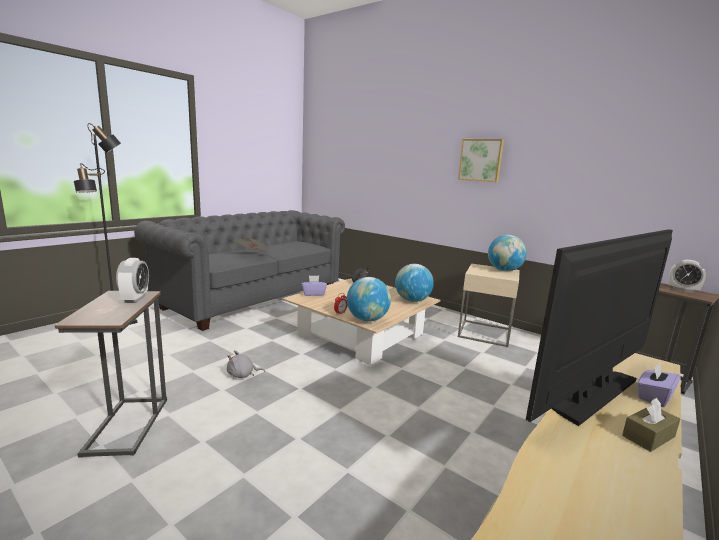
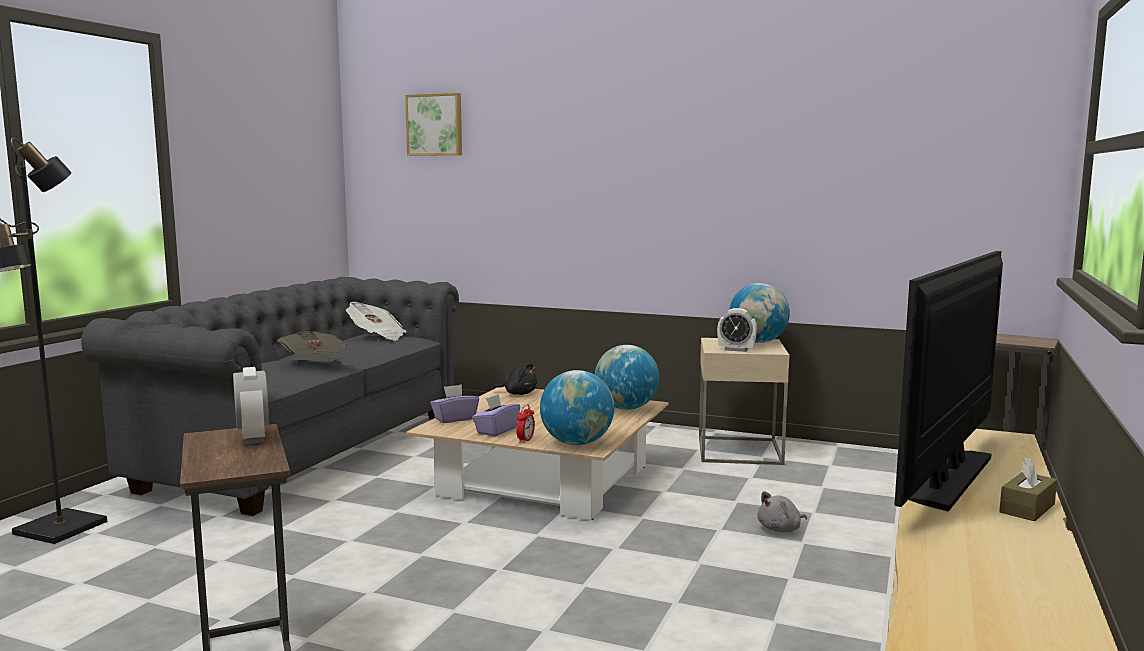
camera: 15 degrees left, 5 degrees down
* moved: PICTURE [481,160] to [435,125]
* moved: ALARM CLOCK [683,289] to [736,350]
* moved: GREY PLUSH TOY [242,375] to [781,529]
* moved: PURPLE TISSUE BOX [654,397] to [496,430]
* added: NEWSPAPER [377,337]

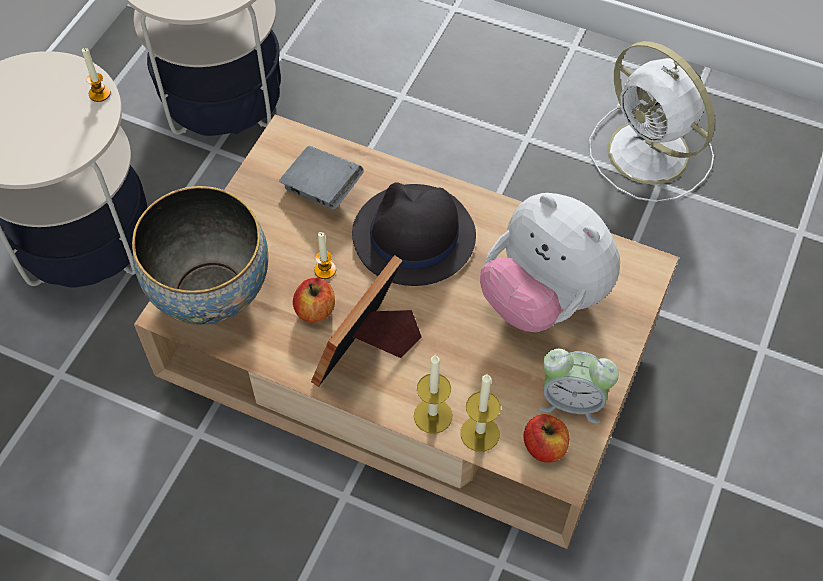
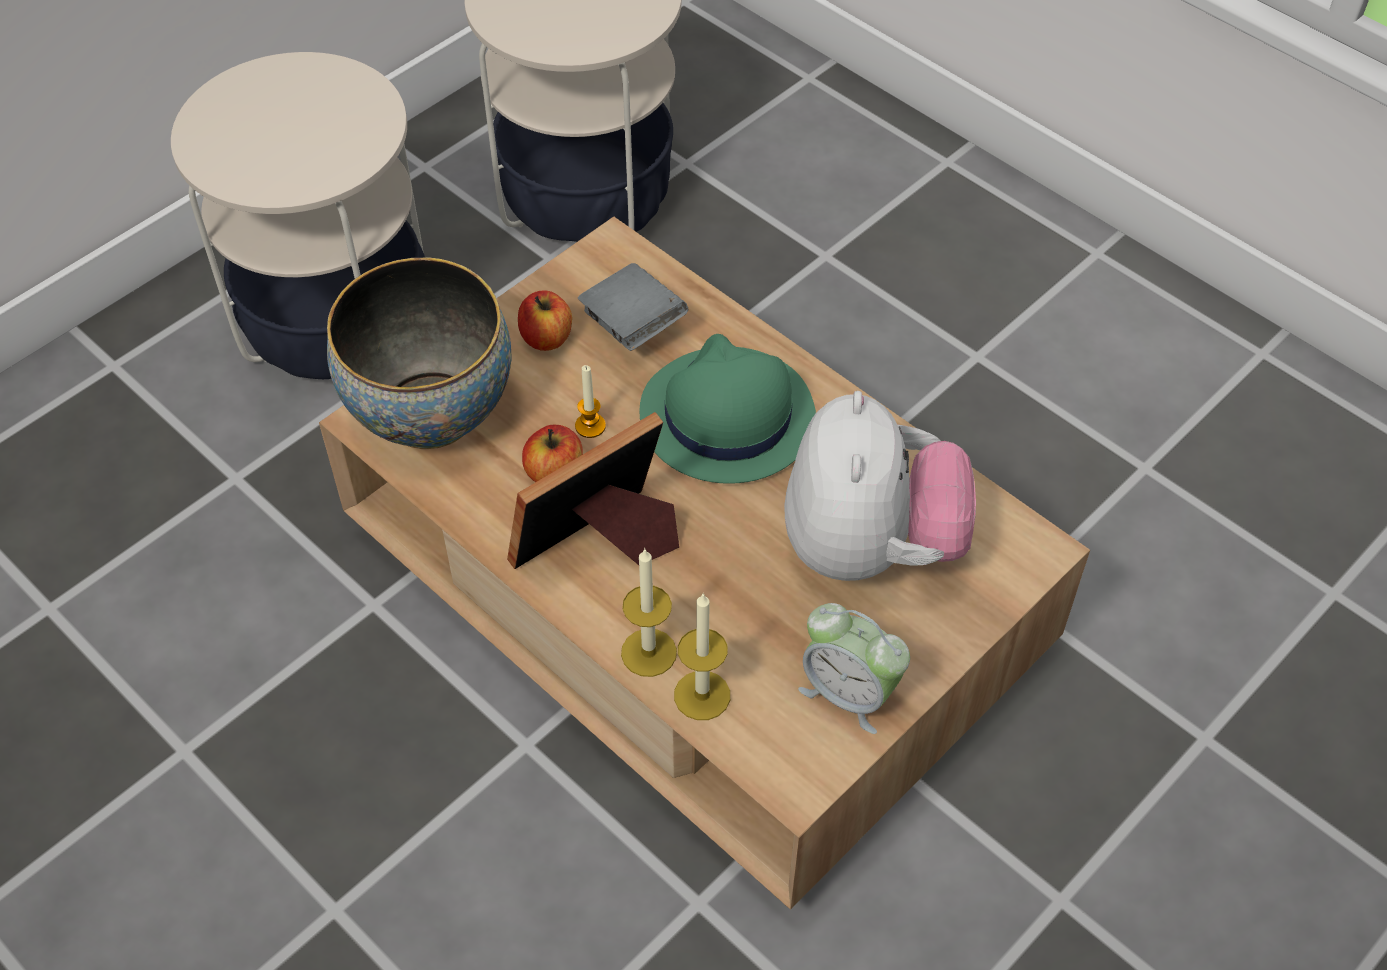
camera: 20 degrees right, 5 degrees down
* removed: WHITE FAN [651,154]
* removed: CANDLE [99,93]
* recoloured: BLACK HAT [413,236] to GREEN HAT [726,417]
* turned: PLUSH TOY [543,298] = [869,547] 150 degrees counterclockwise
* moved: APPLE [544,447] to [546,338]

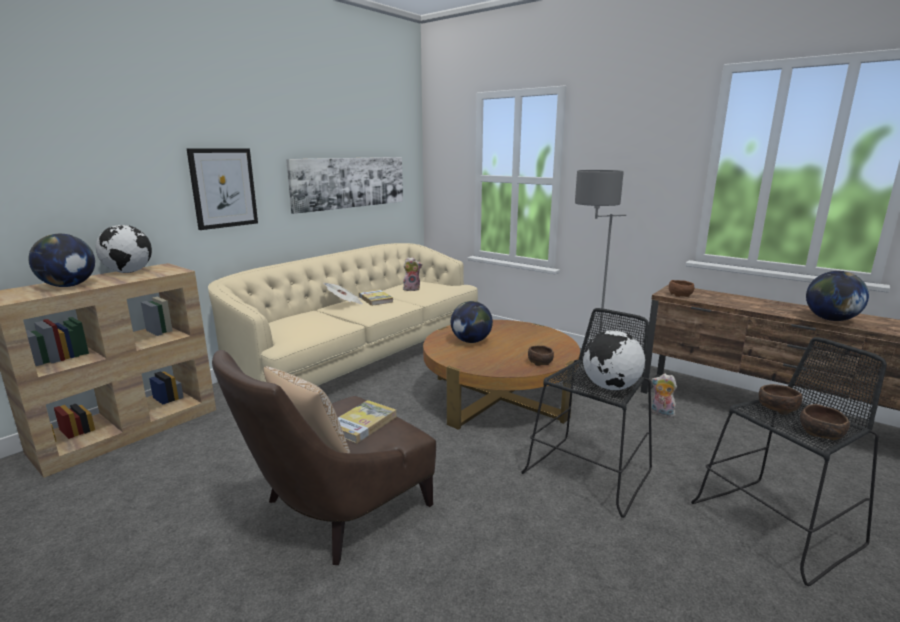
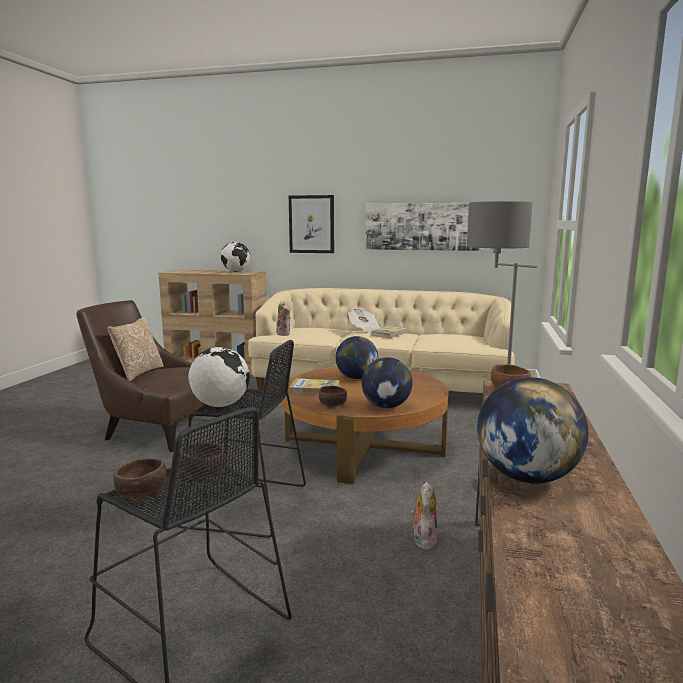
camera: 65 degrees right, 5 degrees down
* moved: GLOBE [69,286] to [386,406]
* moved: PLUSH TOY [412,289] to [284,334]
* moved: BOOK [362,424] to [315,389]

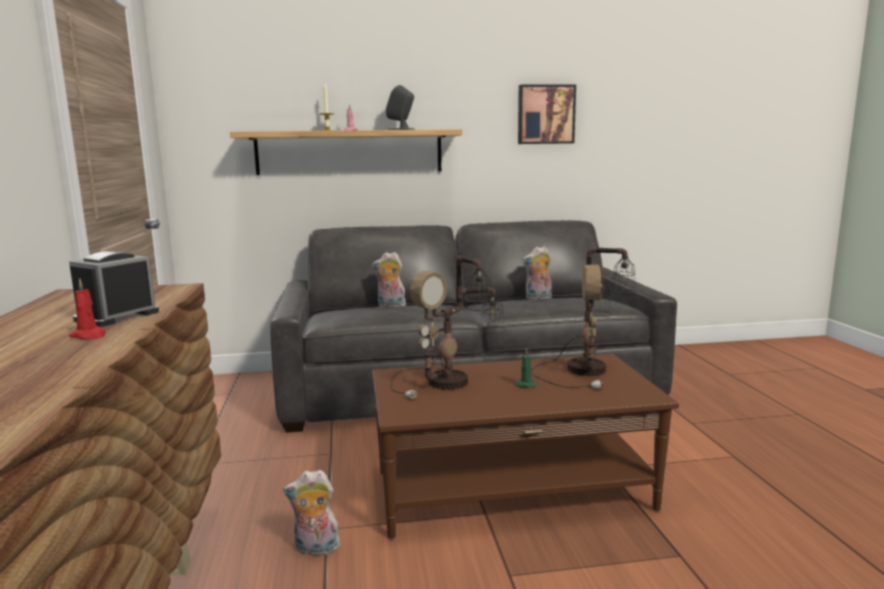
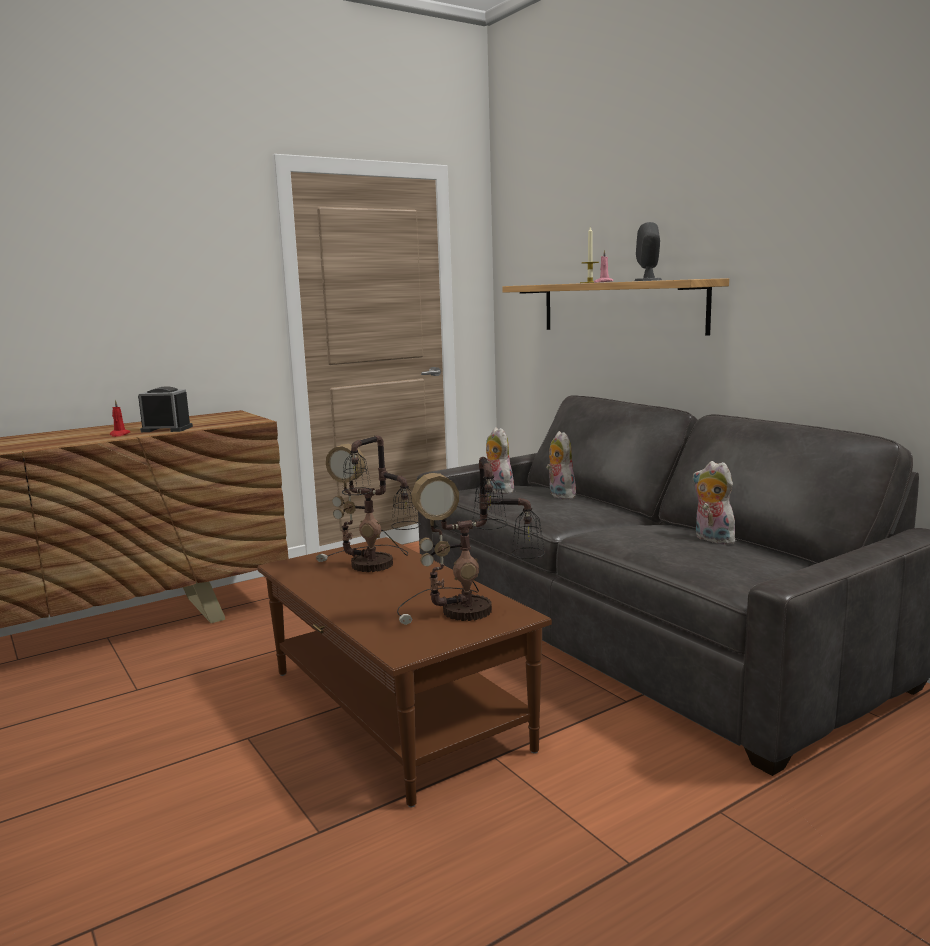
camera: 65 degrees right, 0 degrees up
* removed: PICTURE [545,114]
* removed: GREEN CANDLE [524,385]
* moved: PLUSH TOY [315,549] to [497,490]

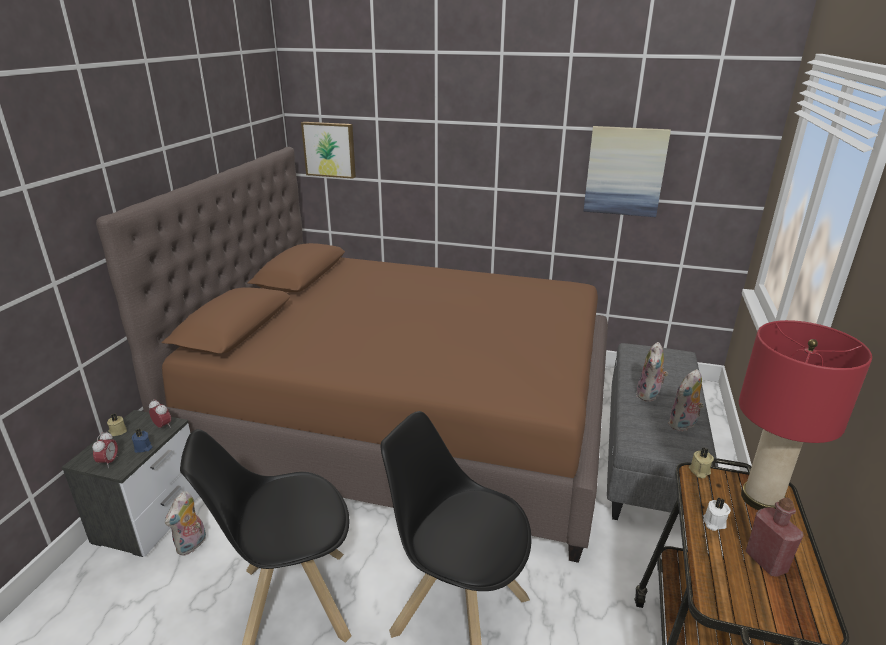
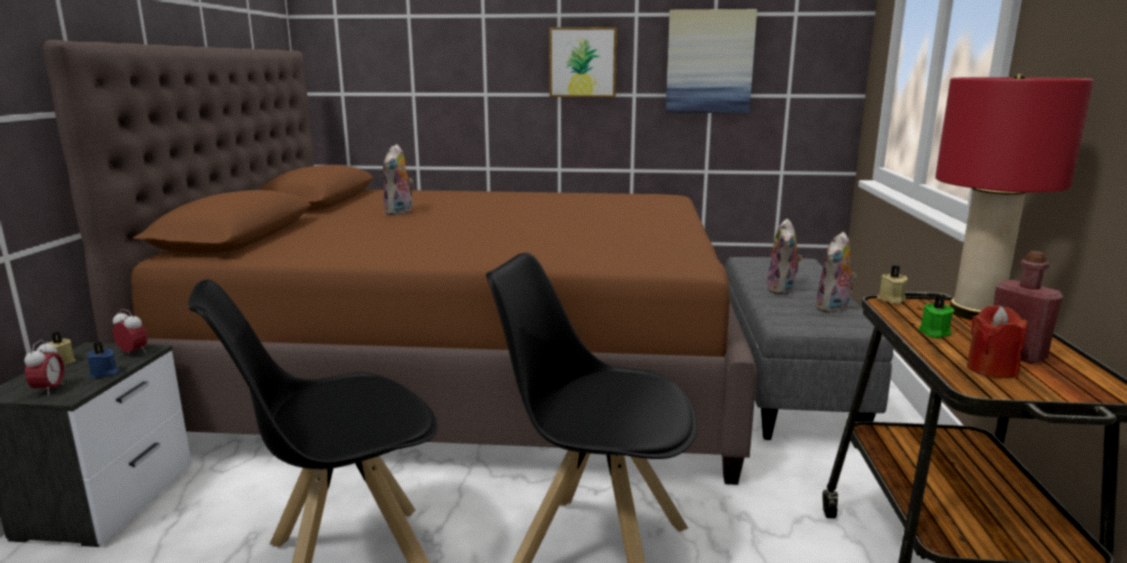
camera: 10 degrees left, 10 degrees down
* moved: PICTURE [330,149] to [583,62]
* moved: PLUSH TOY [192,545] to [399,212]
* recoloured: WHITE CANDLE [713,522] to GREEN CANDLE [933,333]
* added: RED CANDLE [991,369]

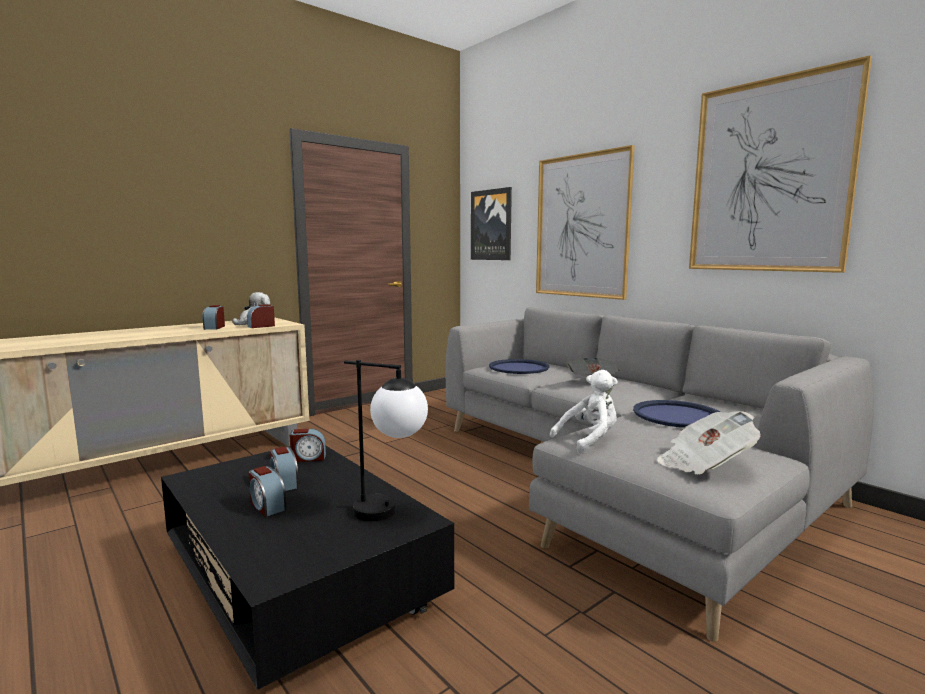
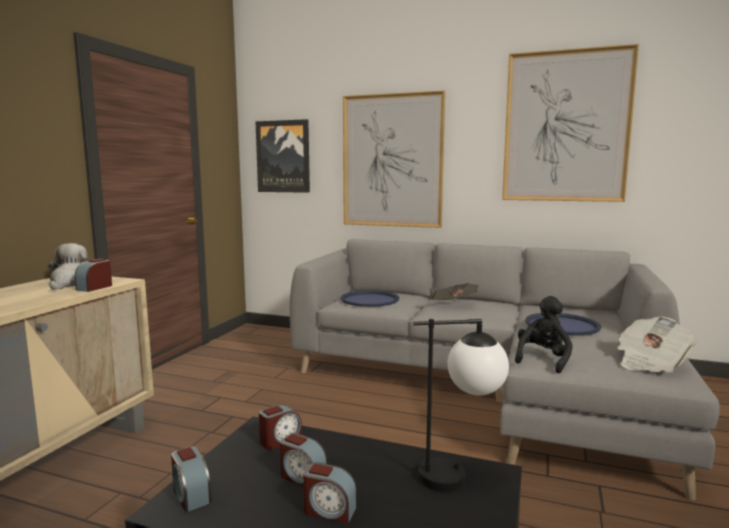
camera: 30 degrees left, 0 degrees up
* moved: ALARM CLOCK [214,327] to [191,495]
* recoloured: WHITE PLUSH TOY [589,440] to BLACK PLUSH TOY [543,360]

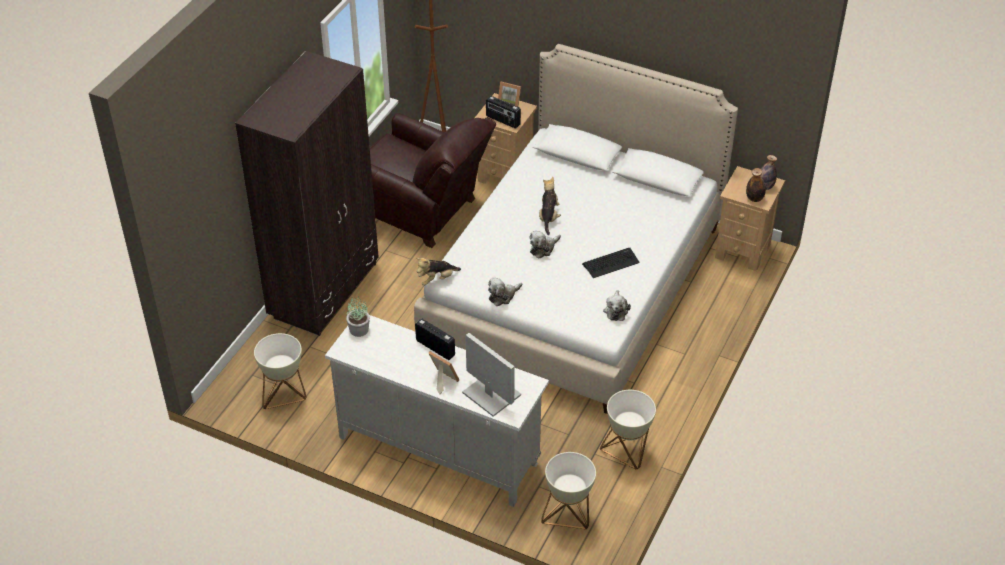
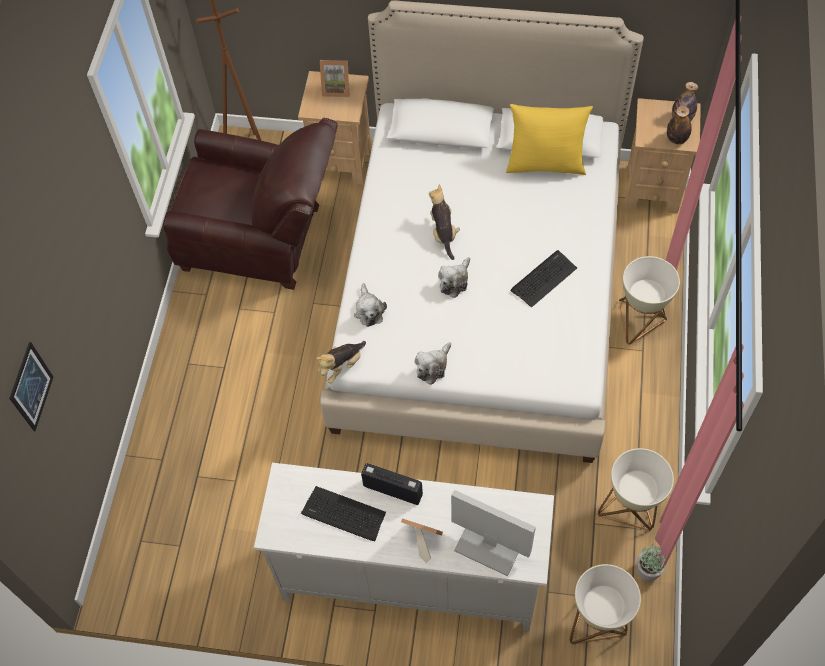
camera: 15 degrees left, 15 degrees up
* removed: BROWN WARDROBE [325,290]
* removed: RADIO [502,120]
* moved: PLUSH TOY [616,310] to [369,310]
* moved: POTTED PLANT [358,329] to [647,569]
* moved: PLANTER [284,395] to [639,321]
* added: YELLOW PILLOW [545,164]
* added: PICTURE [31,387]
* added: KEYBOARD [343,514]

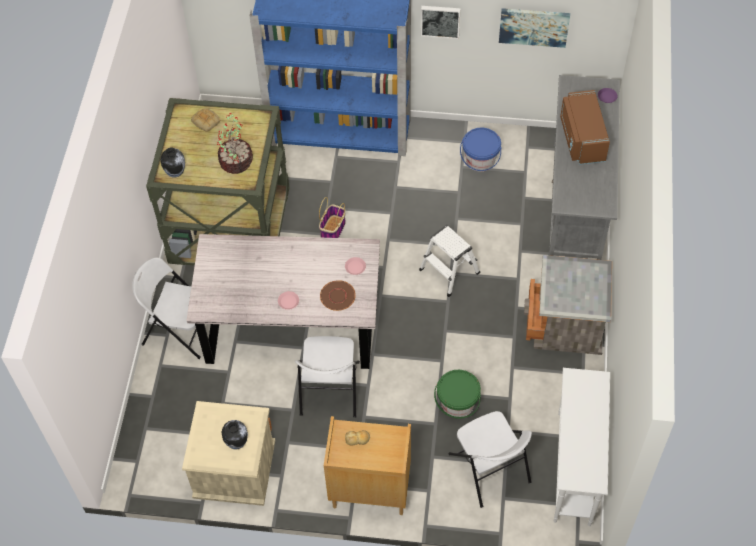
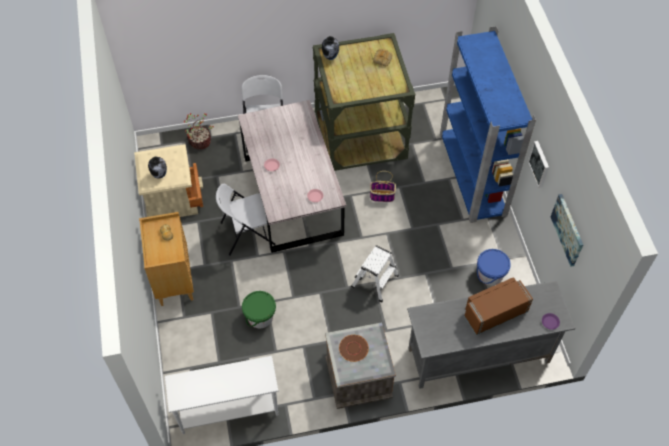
camera: 70 degrees right, 0 degrees up
* moved: POTTED PLANT [236,161] to [200,141]
* moved: BROWN PLATE [337,296] to [353,348]
* removed: WHITE CHAIR [489,468]

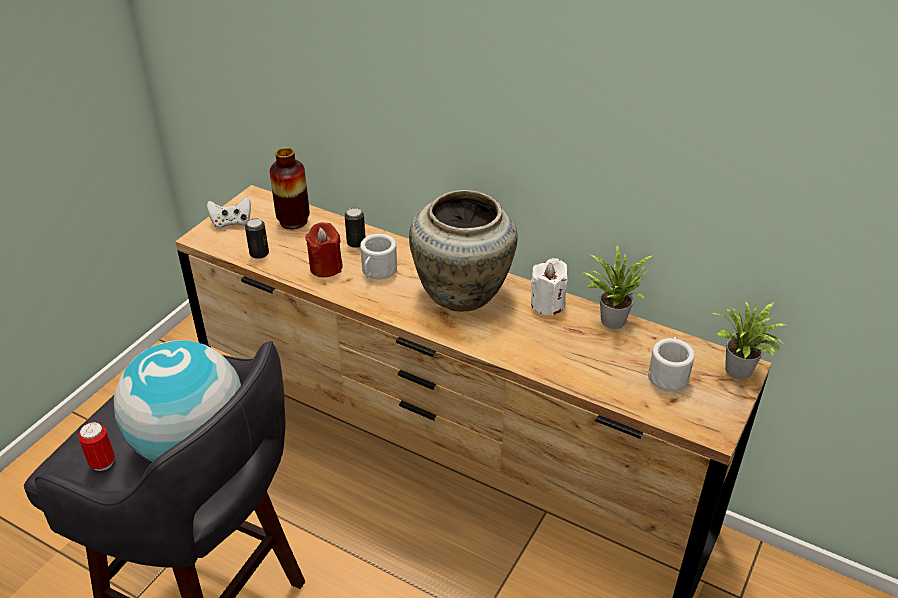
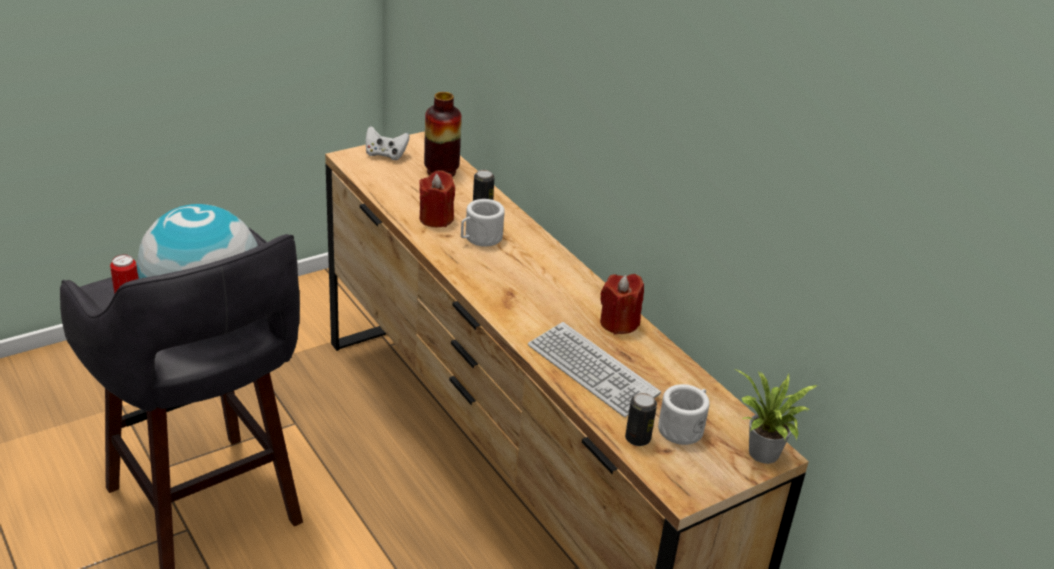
camera: 25 degrees right, 5 degrees down
* removed: BEIGE VASE [463,292]
* moved: CAN [259,254] to [637,438]
* removed: POTTED PLANT [610,319]
* recoloured: WHITE CANDLE [547,304] to RED CANDLE [619,323]
* added: KEYBOARD [592,371]

